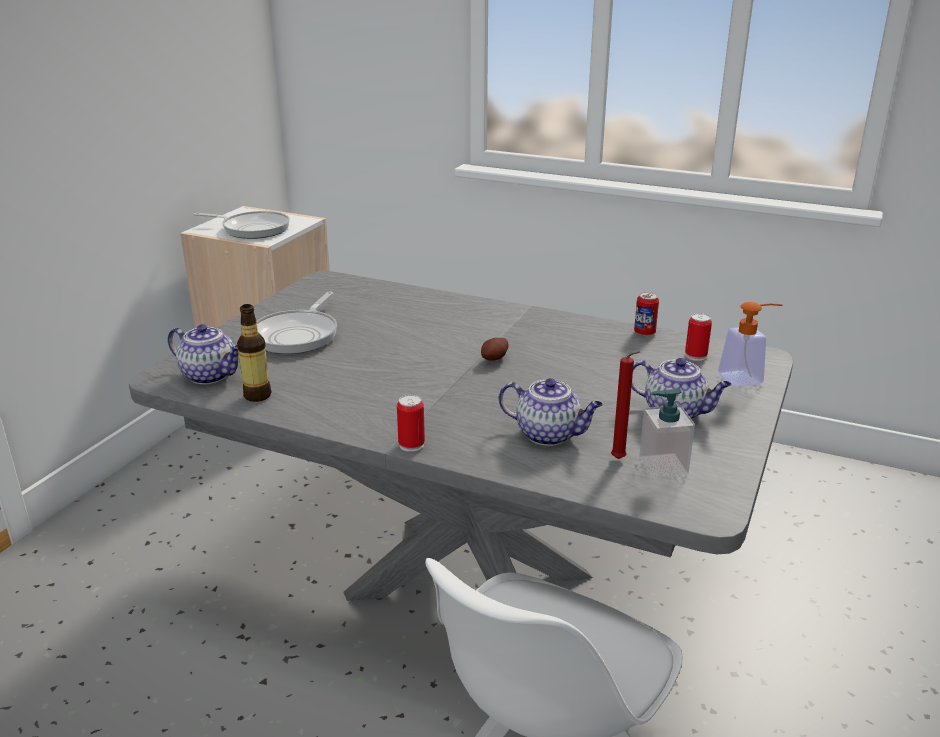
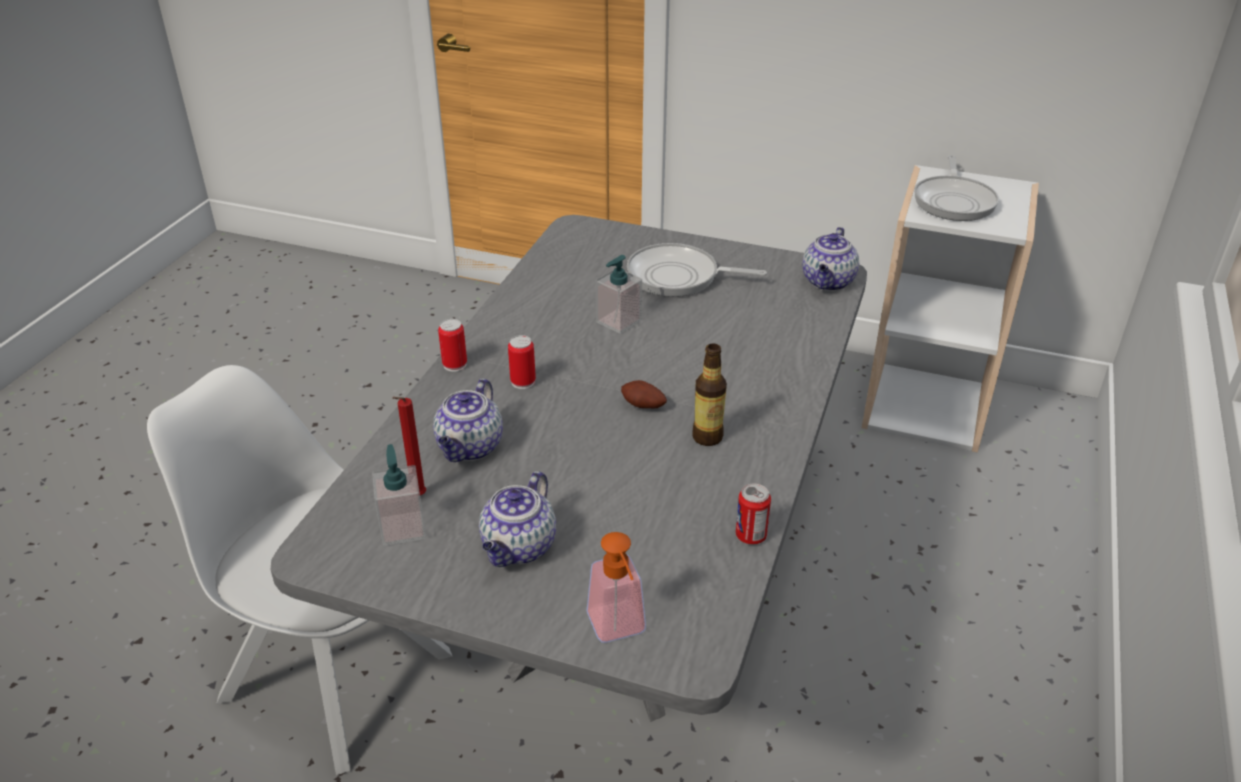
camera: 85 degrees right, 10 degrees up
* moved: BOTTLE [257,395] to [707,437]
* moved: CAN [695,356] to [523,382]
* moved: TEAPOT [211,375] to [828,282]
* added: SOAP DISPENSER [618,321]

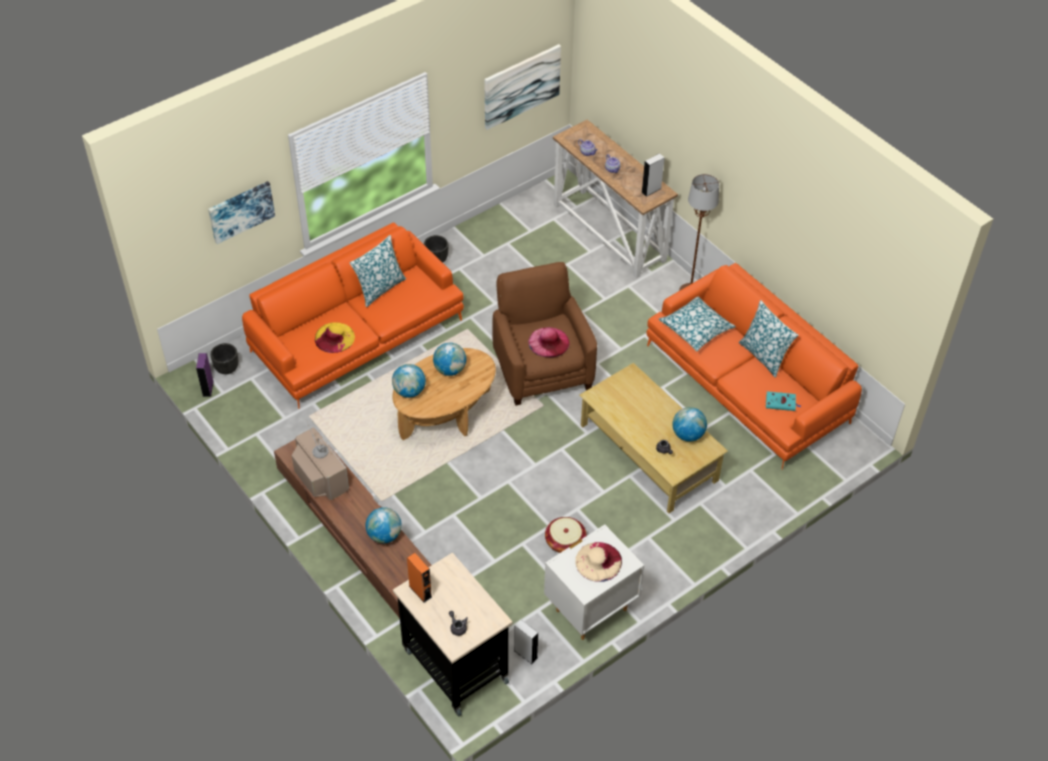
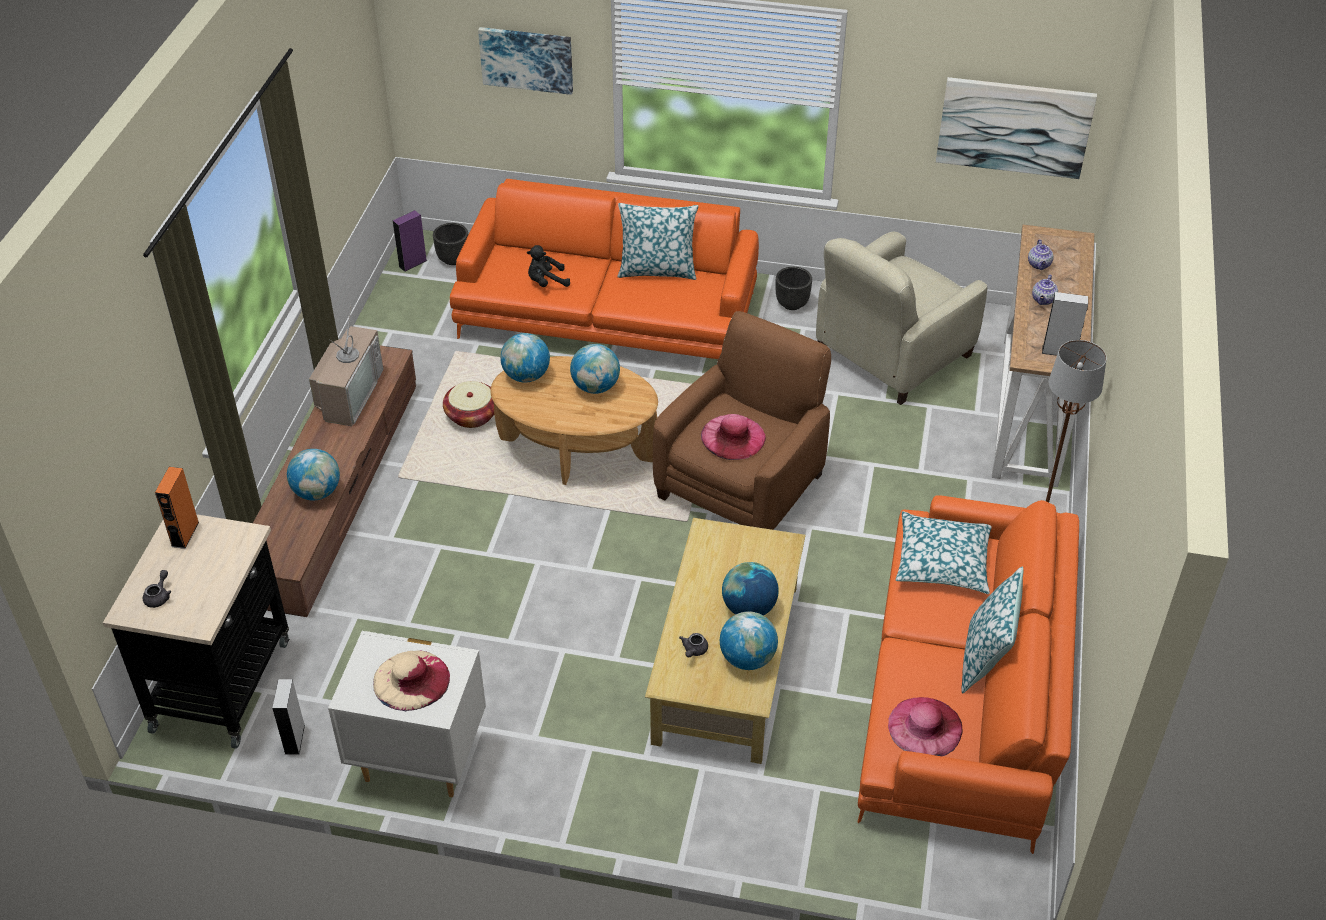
camera: 50 degrees right, 5 degrees down
* replaced: YELLOW HAT [334,337] to BLACK PLUSH TOY [546,282]
* replaced: TURQUOISE BOOK [781,403] to PINK HAT [925,727]
* moved: BASKET [565,542] to [472,415]
* added: BEIGE ARMCHAIR [892,353]
* added: GLOBE [749,608]

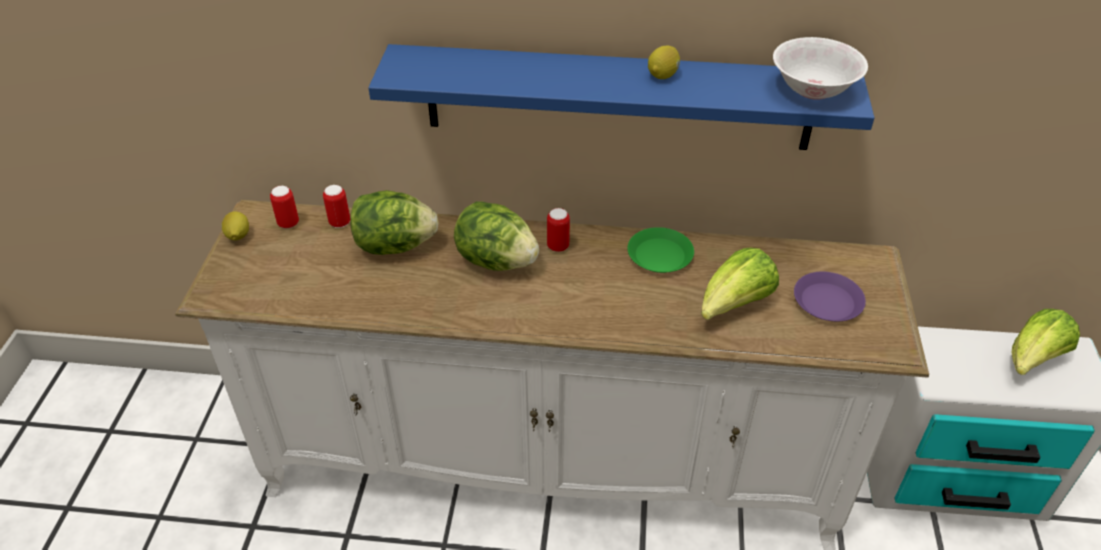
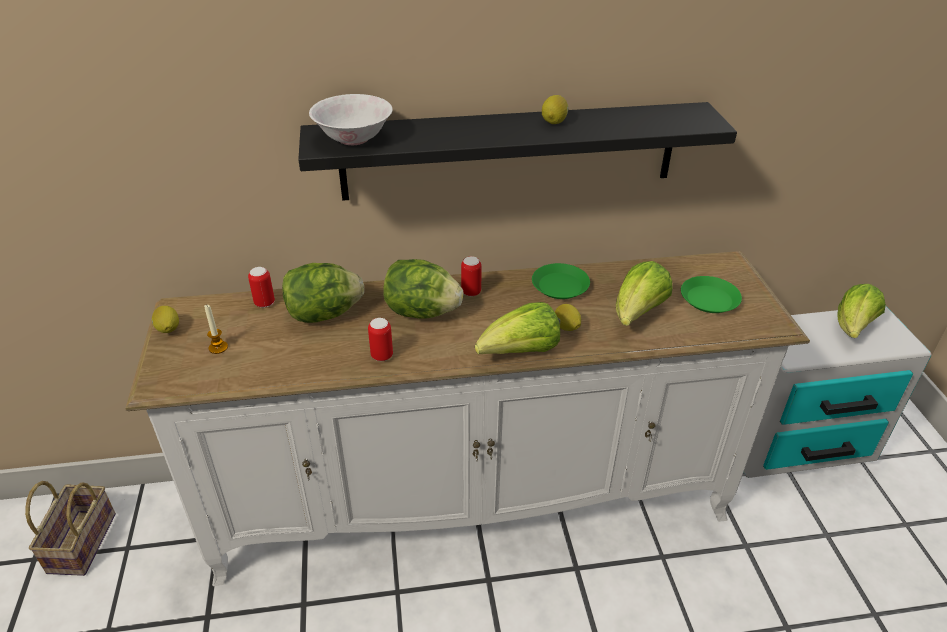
camera: 15 degrees left, 5 degrees down
* moved: WHITE BOWL [813,90] to [354,138]
* recoloured: BLUE SHELF [618,97] to BLACK SHELF [509,151]
* moved: CAN [288,223] to [382,356]
* recoloured: PURPLE PLATE [827,302] to GREEN PLATE [709,299]
* added: LETTUCE [520,353]
* added: LEMON [566,328]
* added: CANDLE [218,347]
* added: BASKET [81,541]

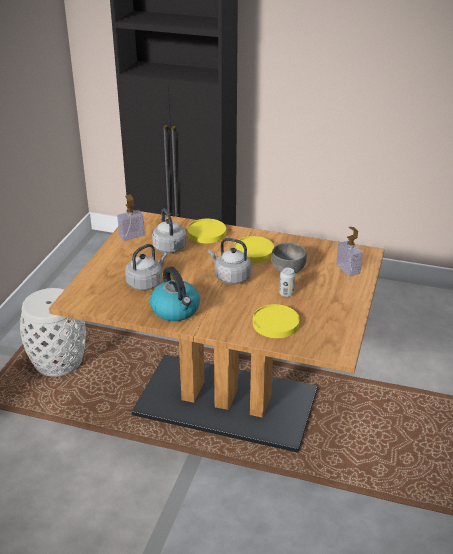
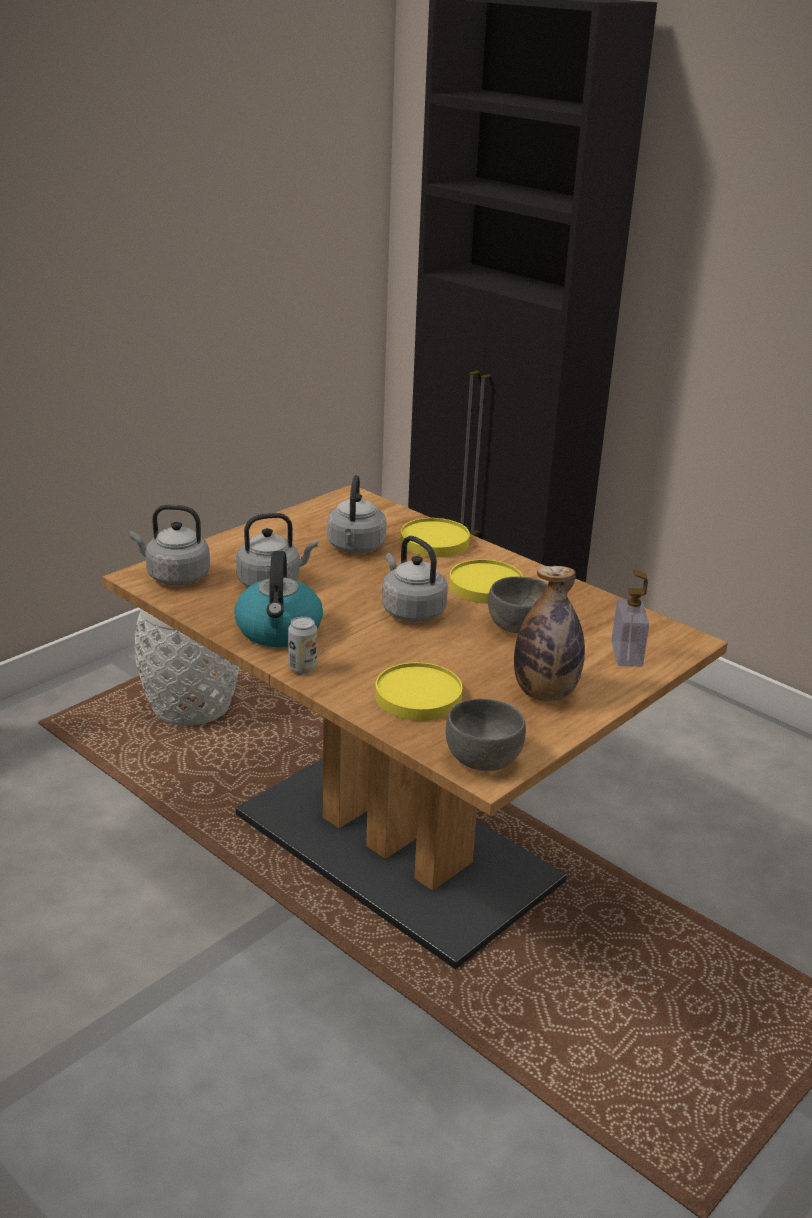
camera: 25 degrees right, 5 degrees down
* removed: SOAP DISPENSER [132,235]
* moved: CAN [286,293] to [302,668]
* added: GREY KETTLE [175,576]
* added: BOTTLE [545,693]
* added: GREY BOWL [482,758]

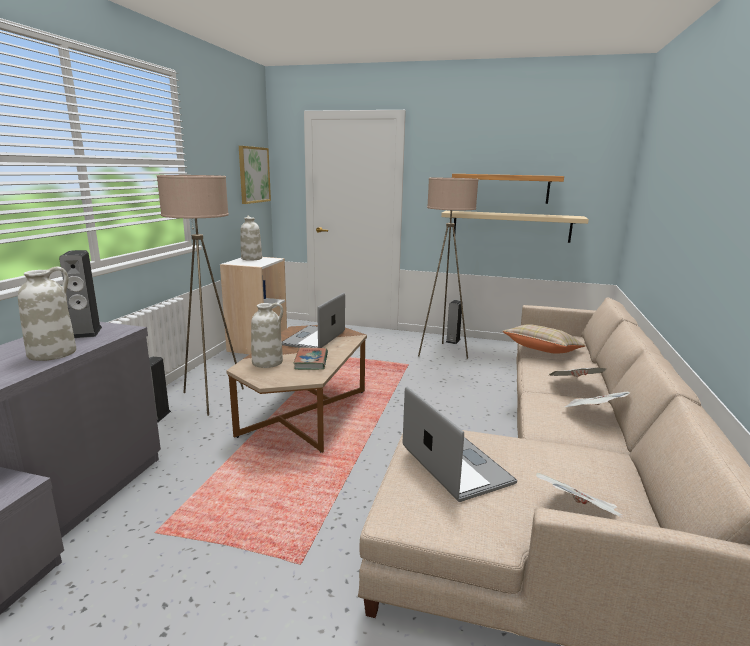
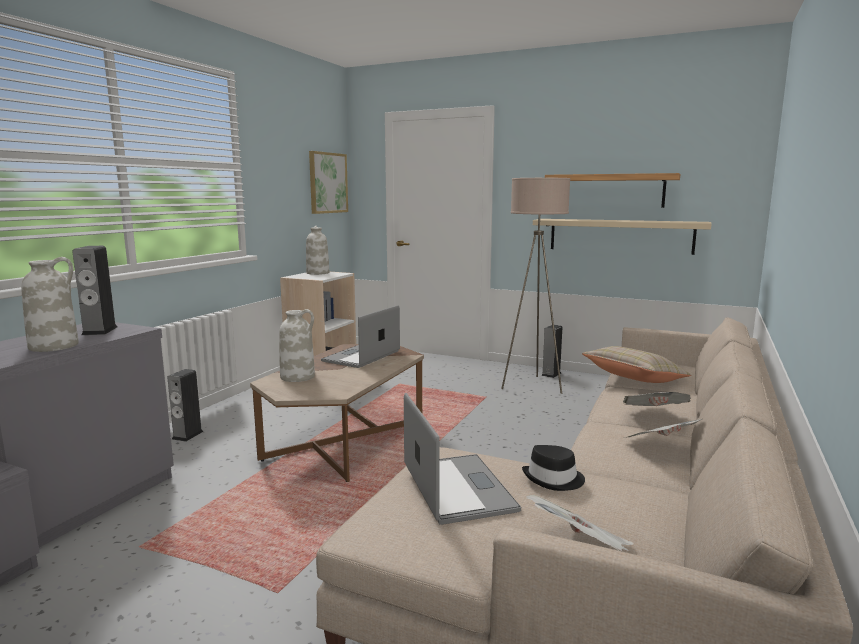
camera: 10 degrees right, 5 degrees down
* removed: BEIGE FLOOR LAMP [211,398]
* removed: BOOK [311,361]
* added: BLACK HAT [554,479]

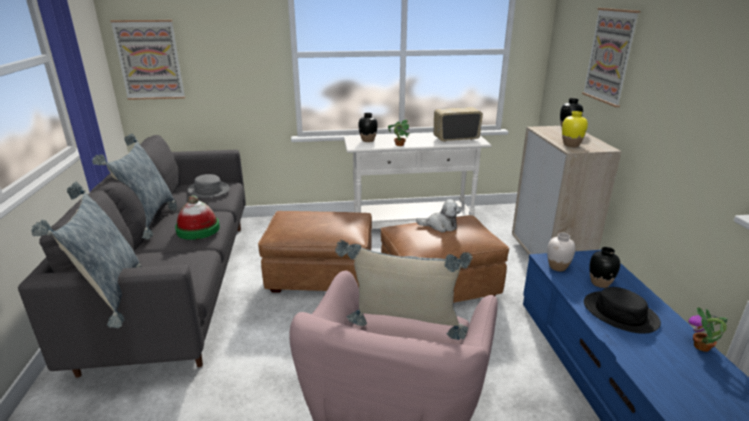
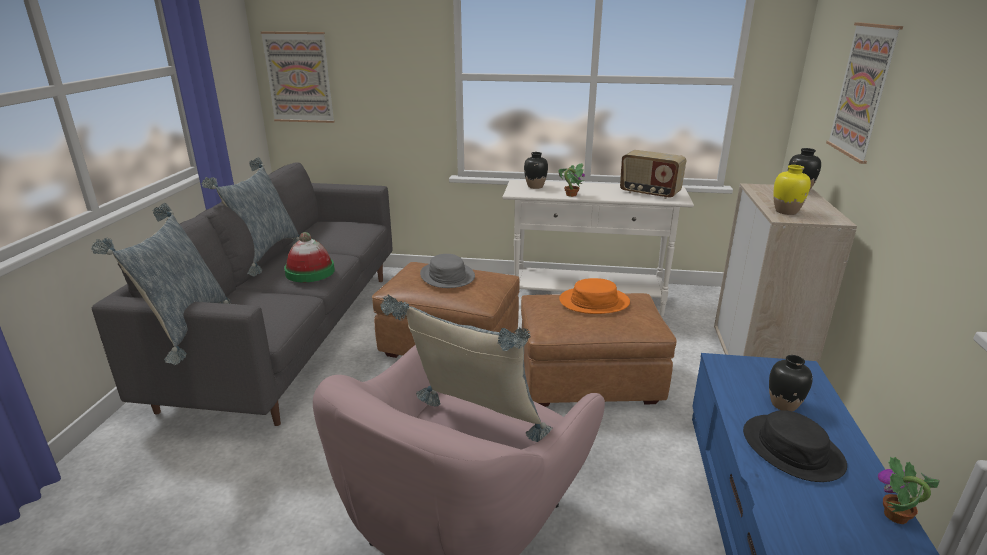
camera: 15 degrees right, 0 degrees up
* turned: RADIO [456,139] = [649,193] 150 degrees counterclockwise
* moved: GREY HAT [208,190] to [447,276]
* replaced: PLUSH TOY [440,226] to ORANGE HAT [594,301]
* removed: WHITE VASE [557,267]

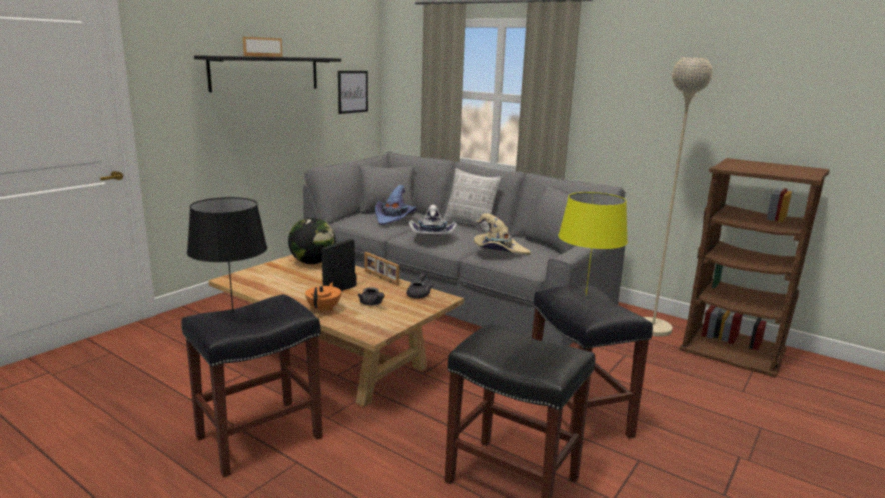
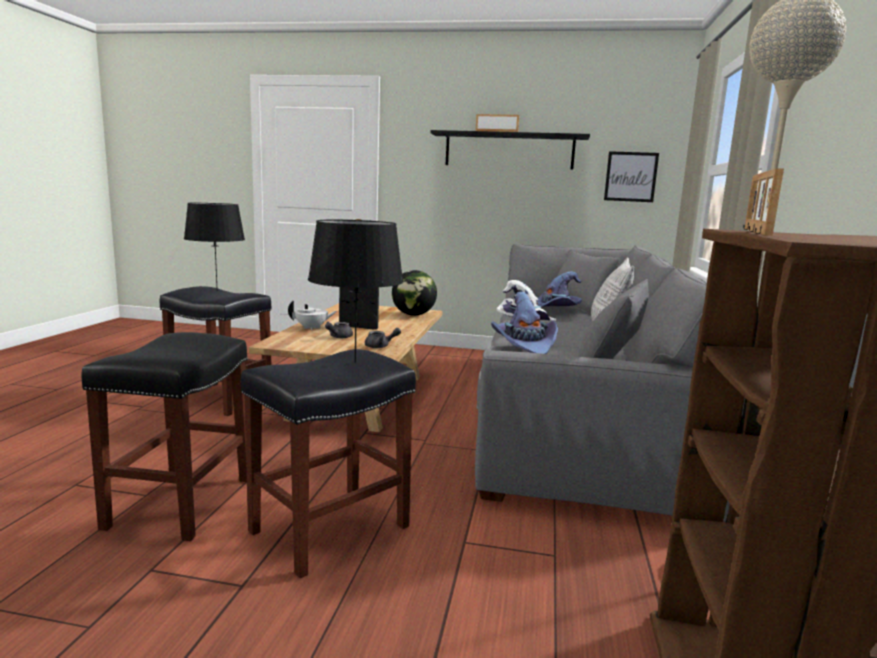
camera: 65 degrees right, 5 degrees down
* recoloured: YELLOW TABLE LAMP [586,295] to BLACK TABLE LAMP [355,362]
* recoloured: BEIGE HAT [499,251] to PURPLE HAT [525,345]
* moved: PICTURE FRAME [380,278] to [754,231]
* recoloured: ORANGE TEAPOT [324,309] to WHITE TEAPOT [312,328]

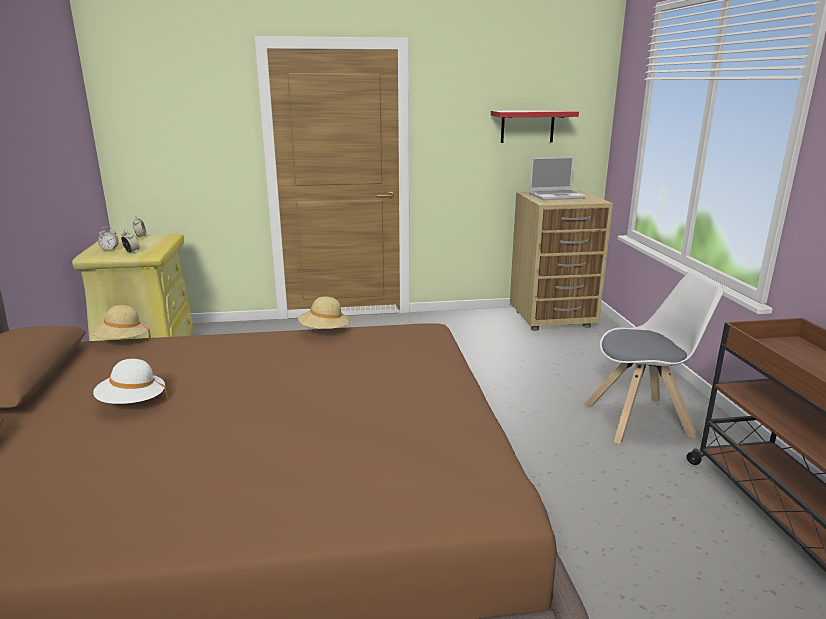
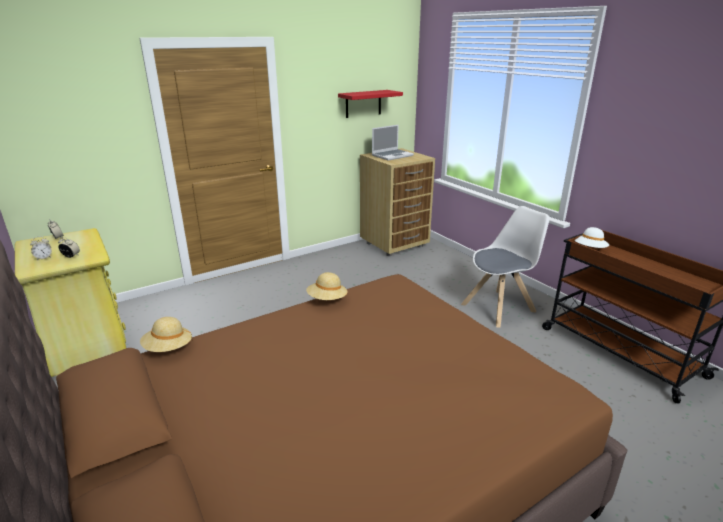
camera: 25 degrees left, 5 degrees up
* moved: WHITE HAT [132,403] to [589,249]

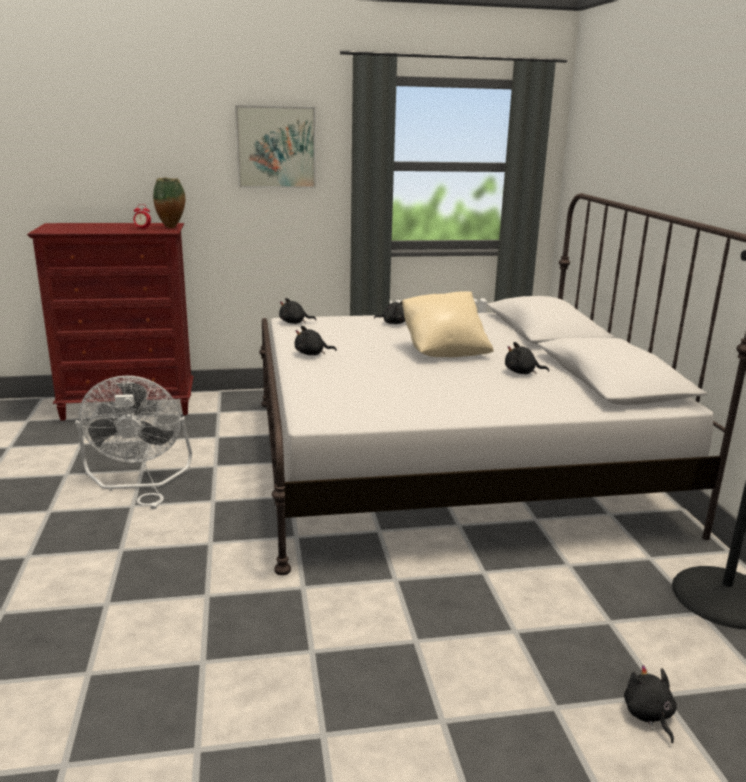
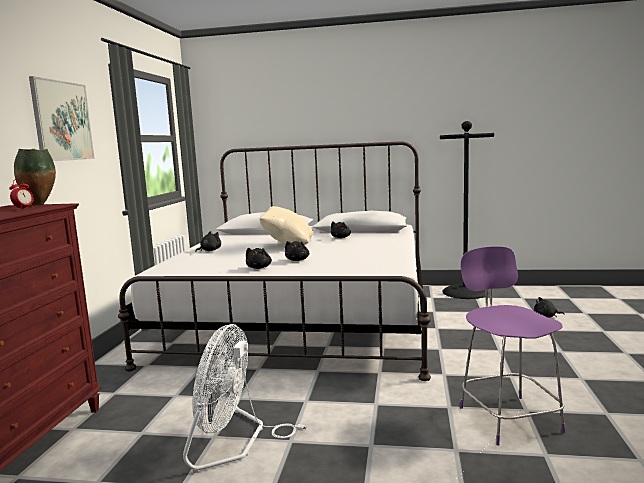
camera: 70 degrees left, 10 degrees down
* moved: BLACK PLUSH TOY [294,323] to [297,260]
* added: PURPLE CHAIR [507,417]

